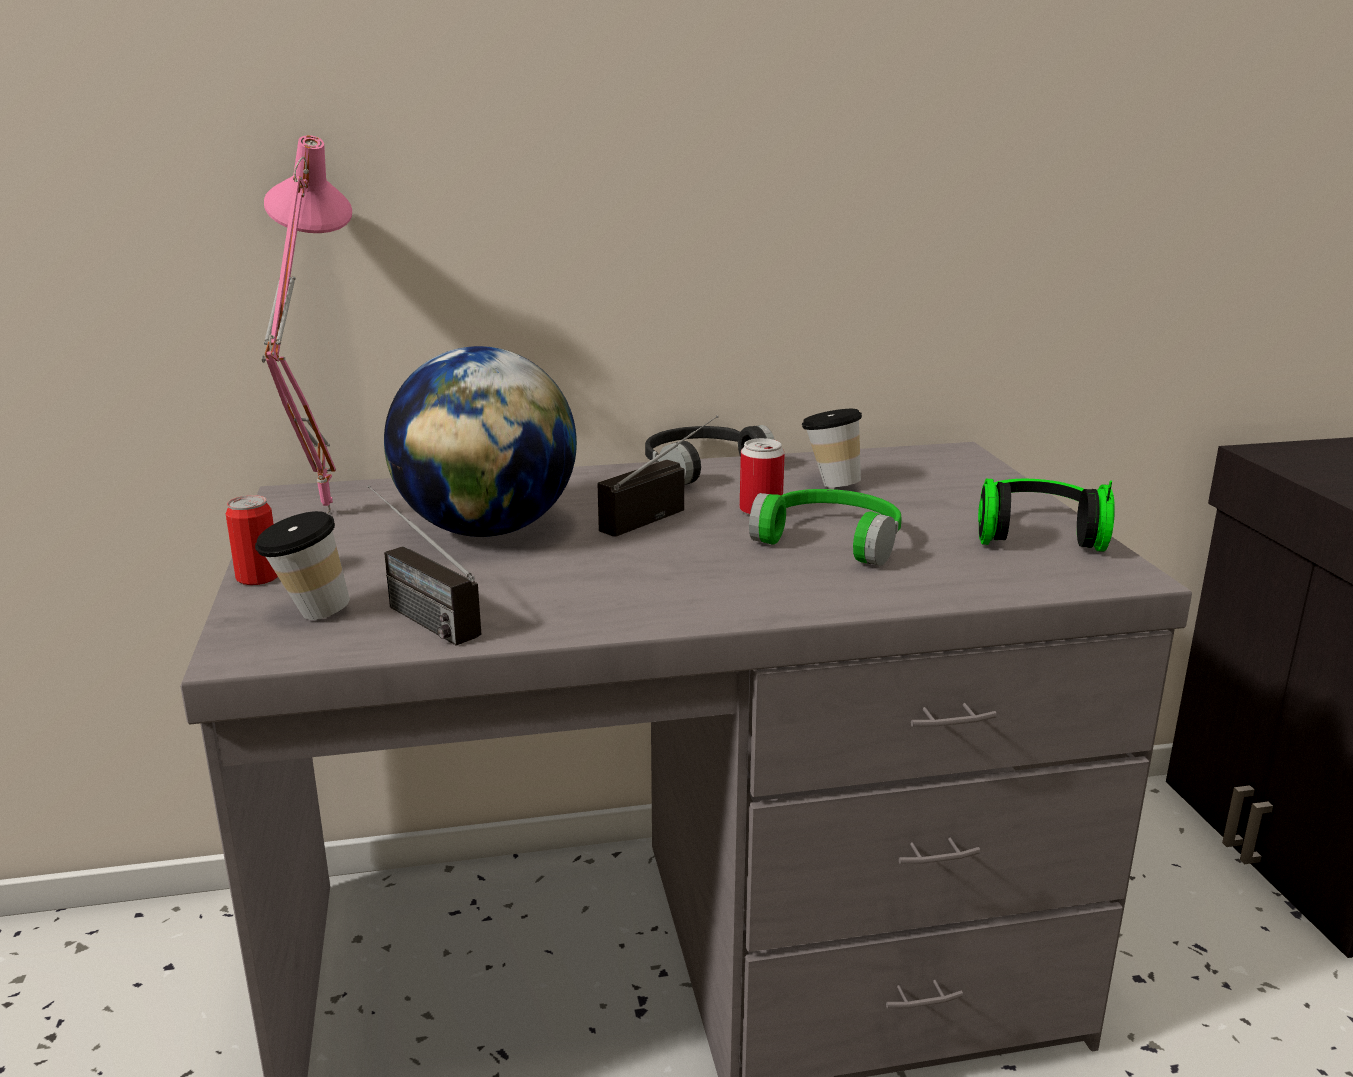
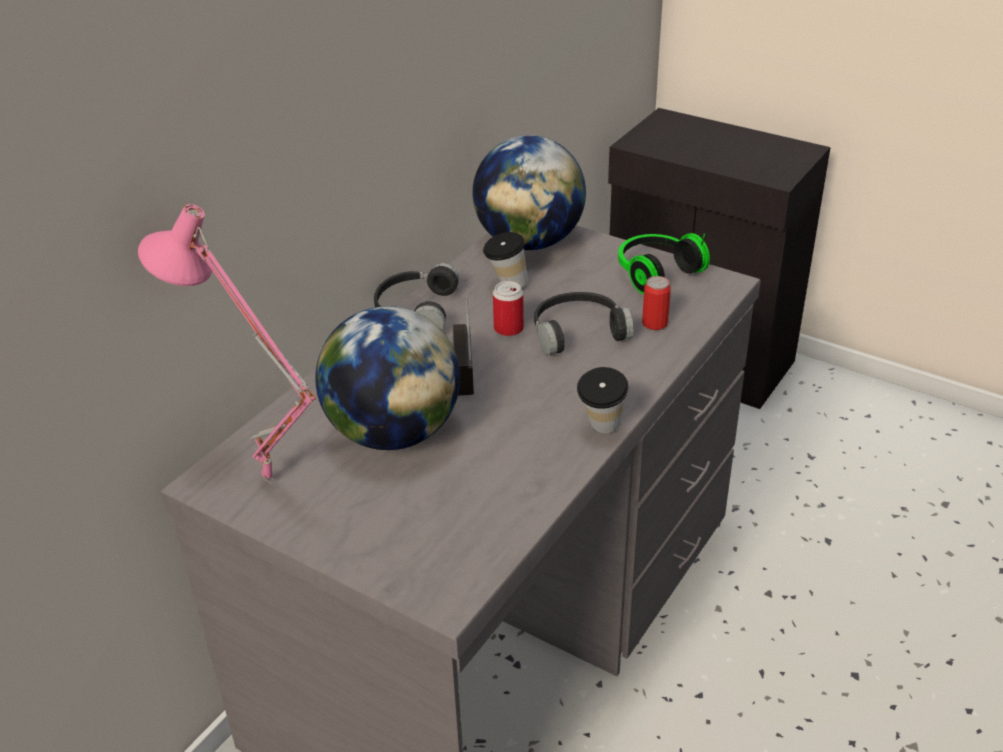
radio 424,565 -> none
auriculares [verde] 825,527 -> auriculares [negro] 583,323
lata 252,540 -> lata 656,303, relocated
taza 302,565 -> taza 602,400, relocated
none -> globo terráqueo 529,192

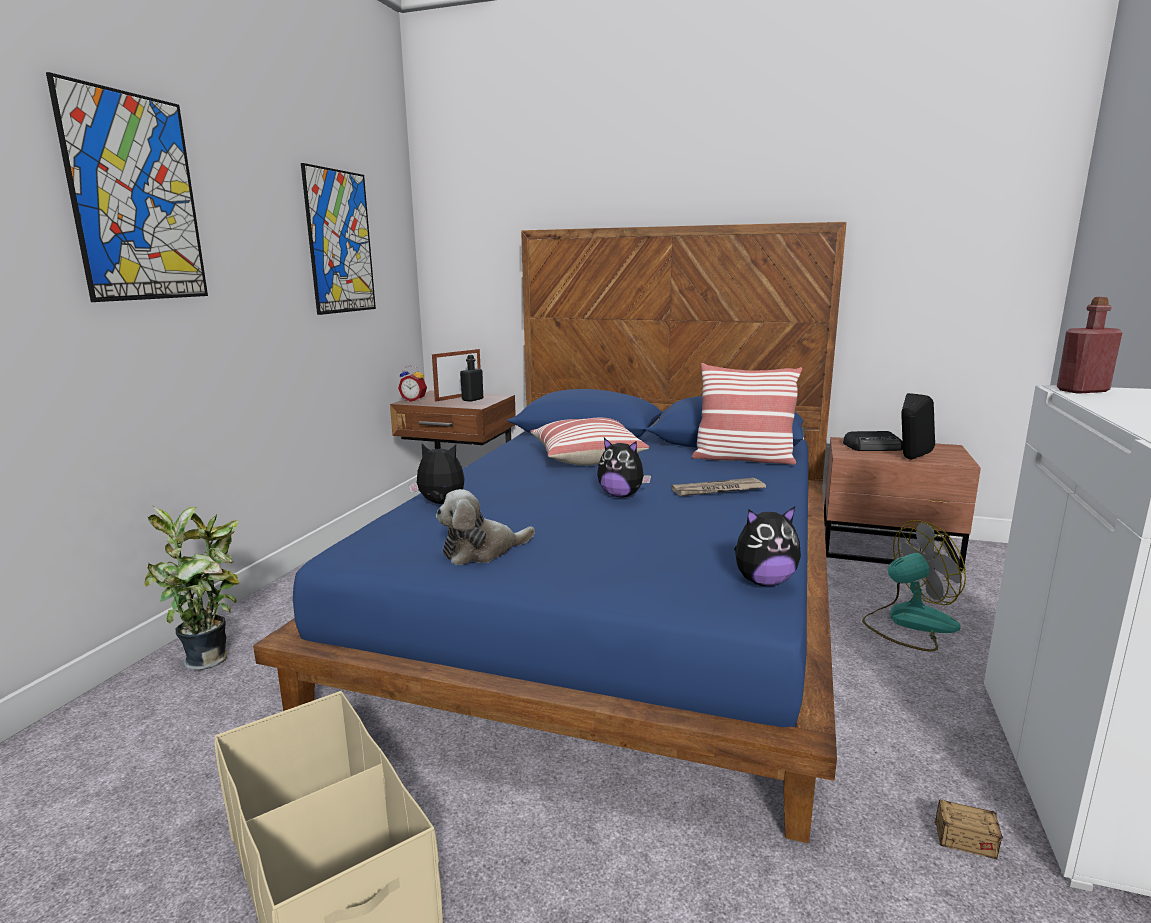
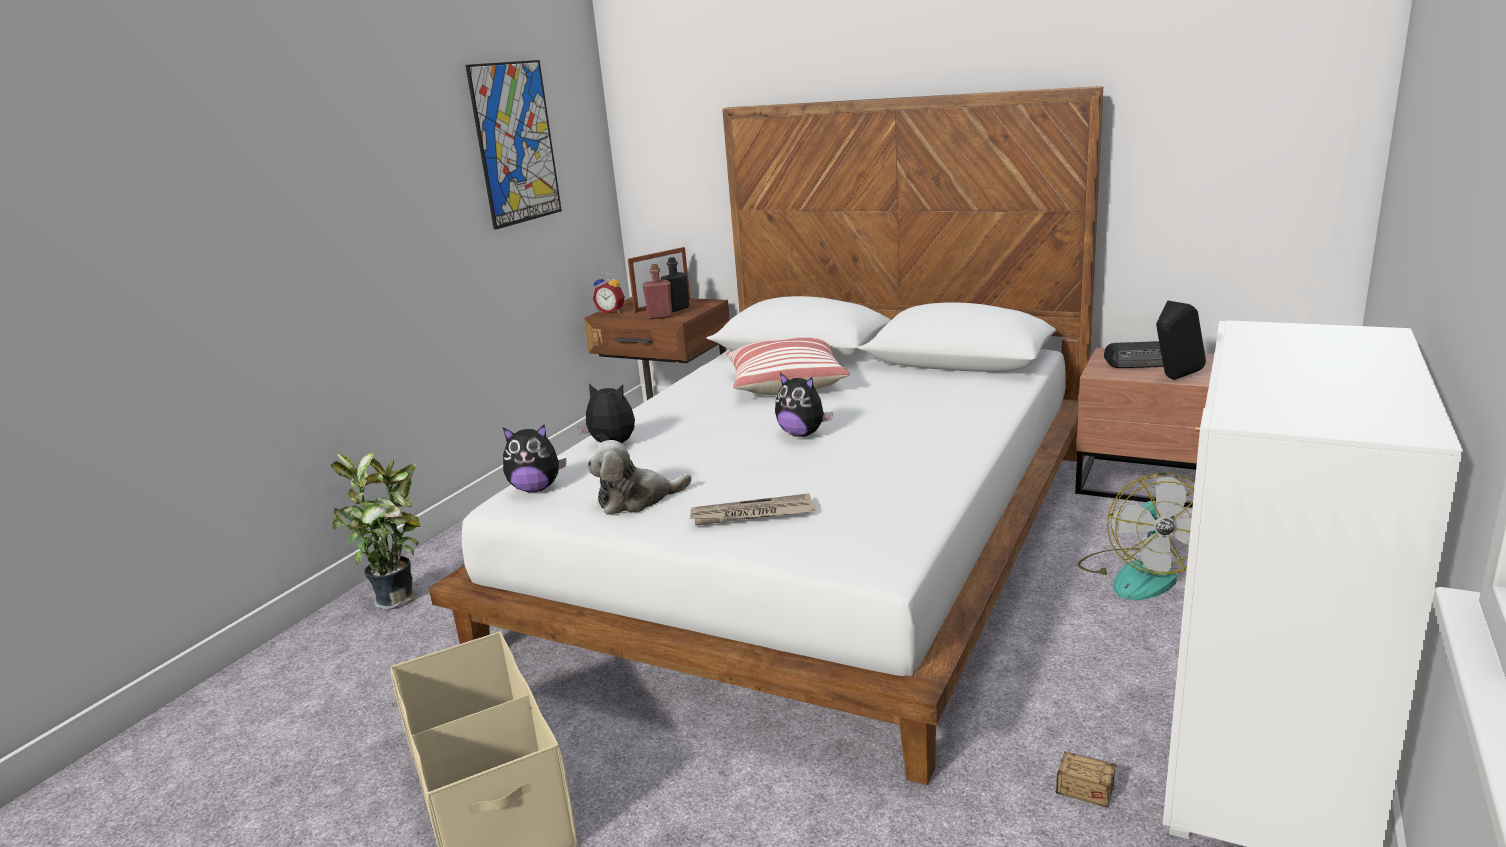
cuadro 127,187 -> none
cama [azul] 550,532 -> cama [blanco] 766,435
botella [rojo] 1089,345 -> botella [rojo] 657,291, relocated
cojín 747,414 -> none
periódico 718,487 -> periódico 752,509, relocated
peluche 767,546 -> peluche 534,458, relocated
ventilador 914,586 -> ventilador 1136,536, 105 degrees clockwise

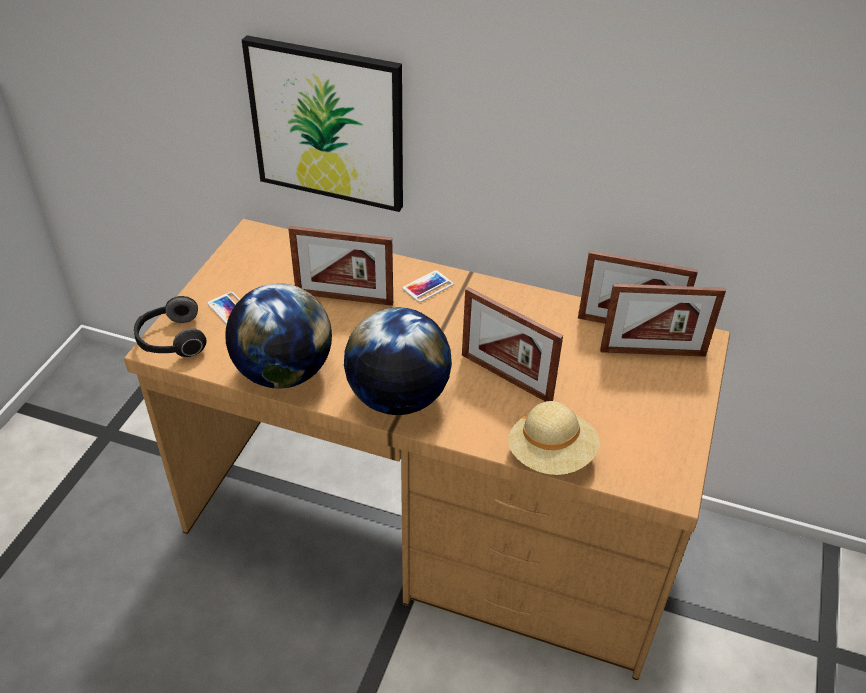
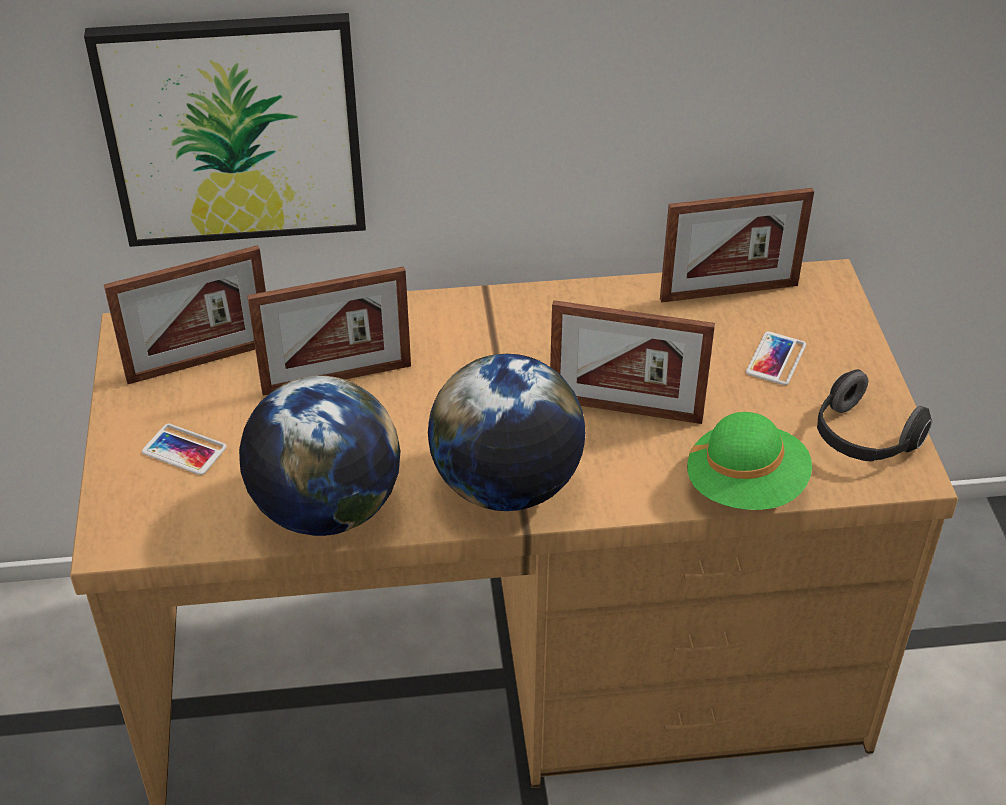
móvil 427,286 -> móvil 776,358, relocated
portarretratos 663,320 -> portarretratos 185,314, relocated
auriculares 170,326 -> auriculares 874,415, relocated
sombrero [beis] 554,438 -> sombrero [verde] 749,461

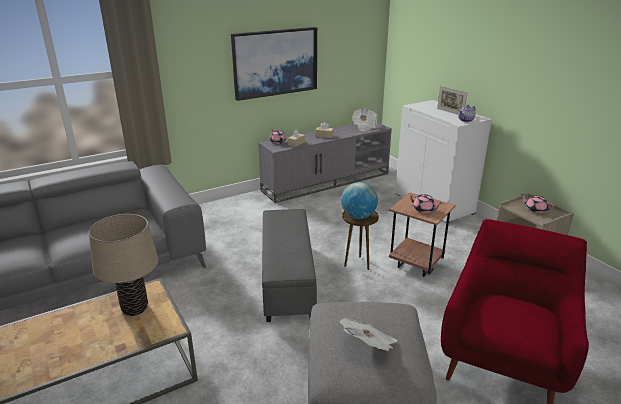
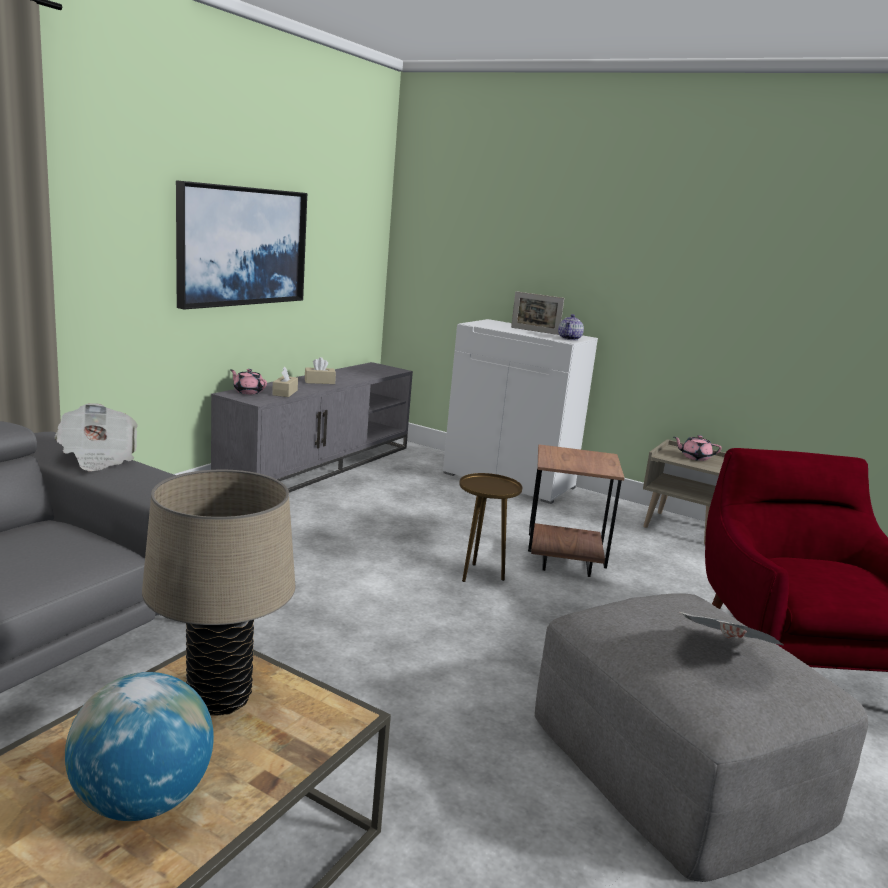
periódico 365,119 -> periódico 96,437, relocated
globo terráqueo 359,200 -> globo terráqueo 139,746, relocated
tetera [rosa] 426,203 -> none
puf [gris] 289,265 -> none

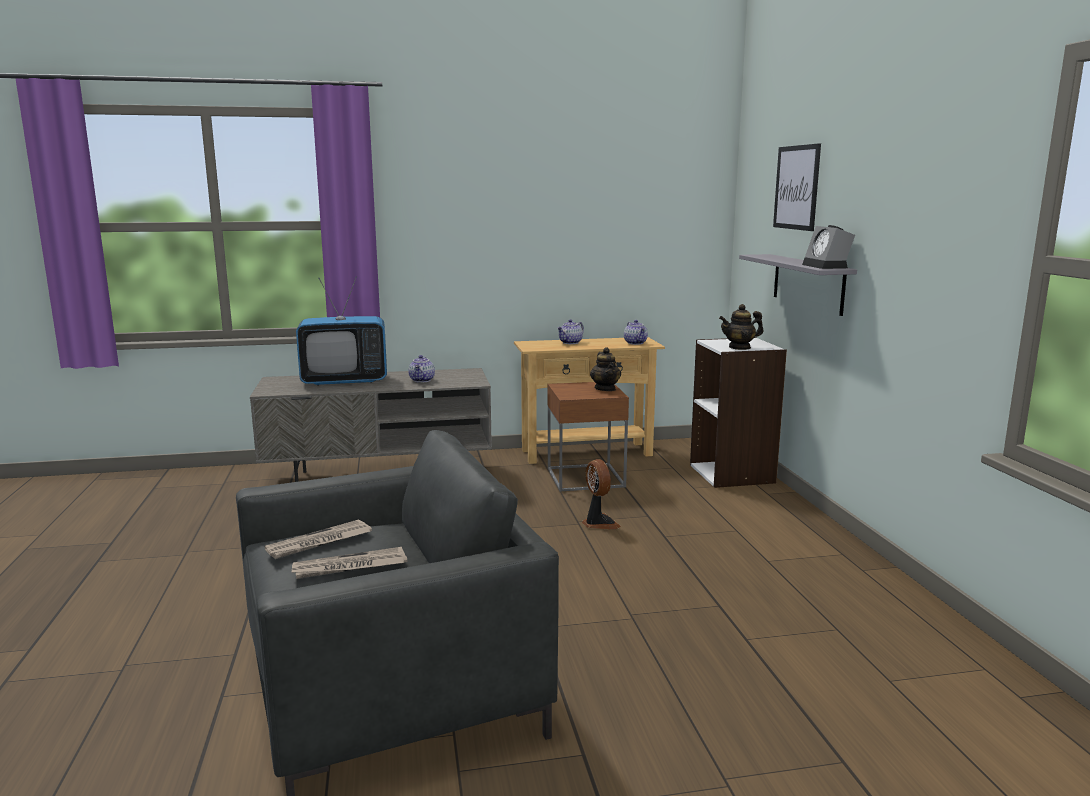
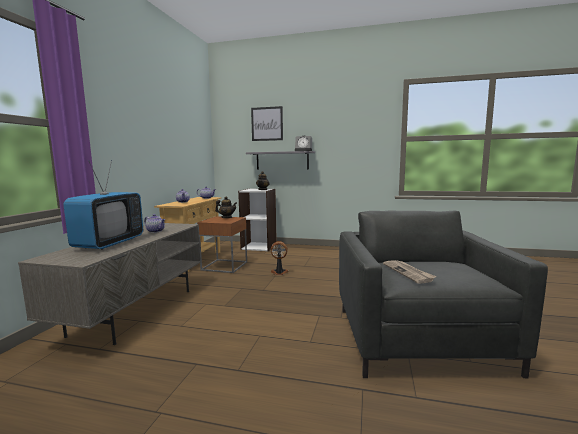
periódico 349,563 -> none

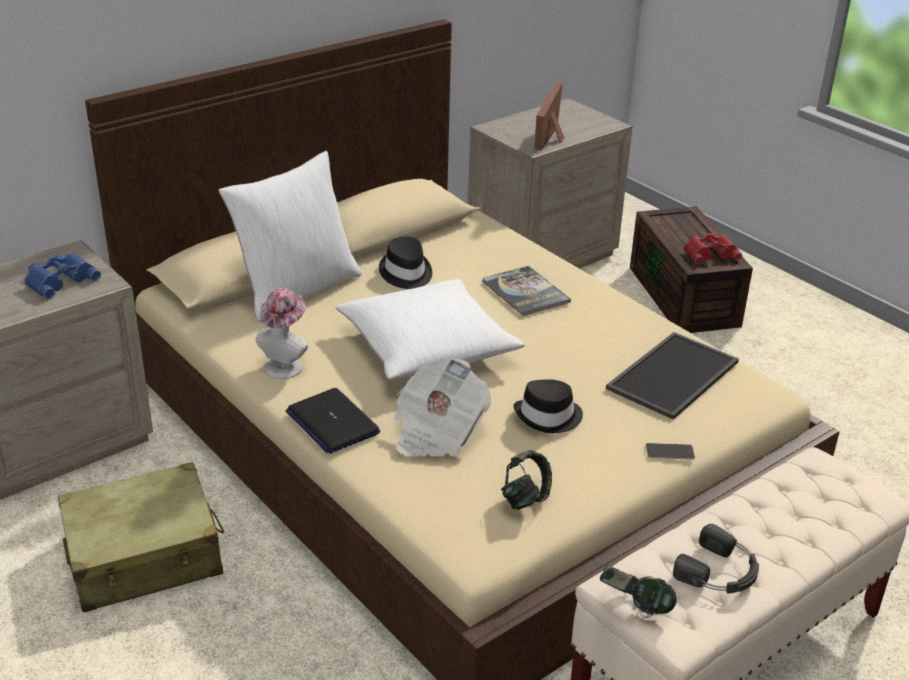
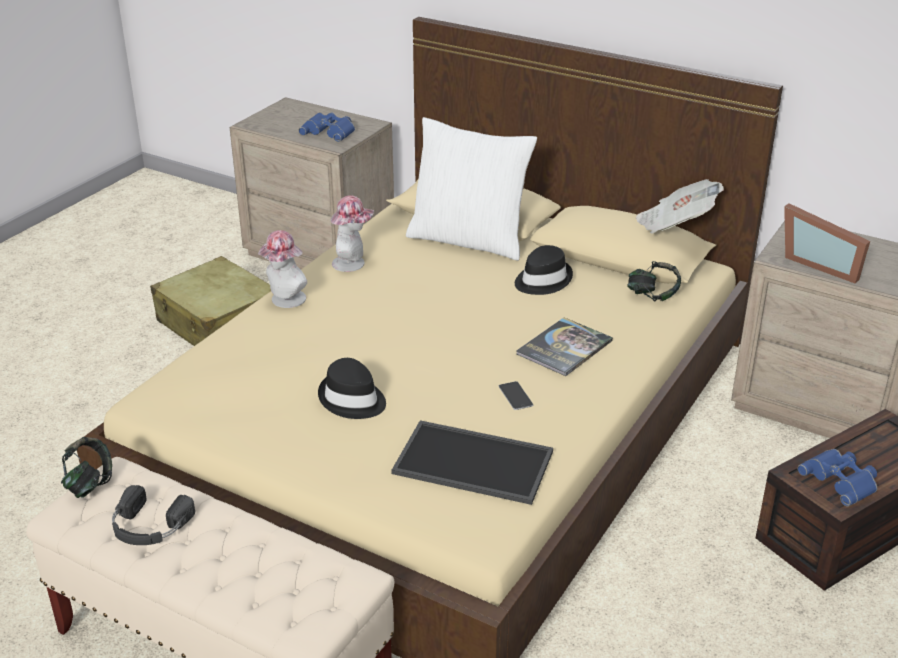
portarretratos 549,116 -> portarretratos 827,243, 135 degrees counterclockwise
prismáticos [rojo] 713,248 -> prismáticos [azul] 837,477
cojín [blanco] 430,329 -> none
periódico 442,407 -> periódico 680,206, relocated
portátil 333,421 -> sombrero 282,269
móvil 670,451 -> móvil 515,395, relocated
auriculares 526,480 -> auriculares 654,281, relocated

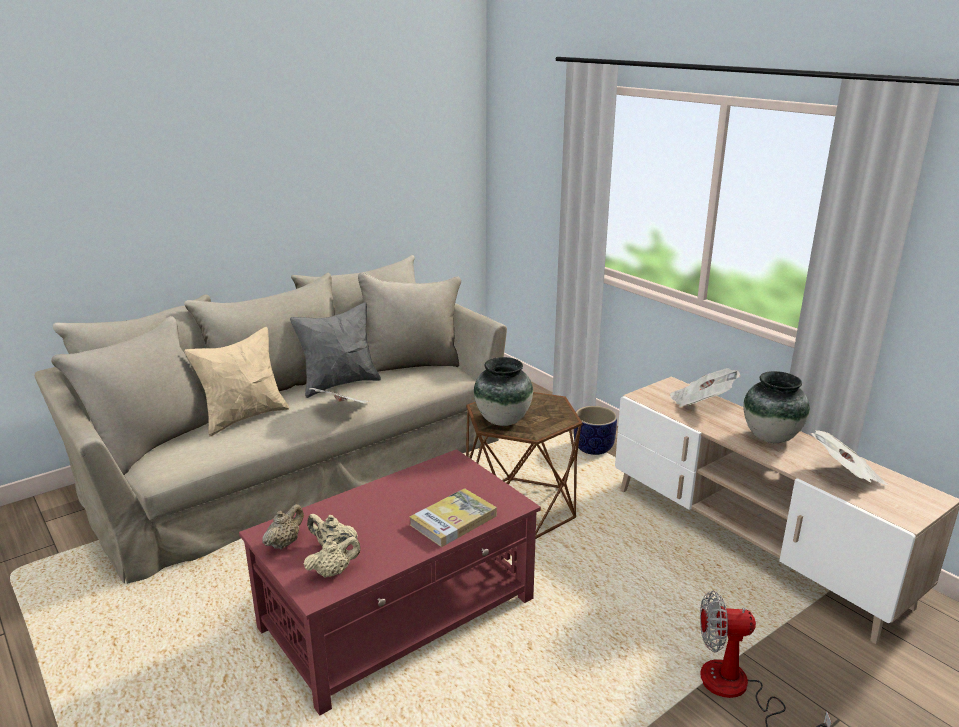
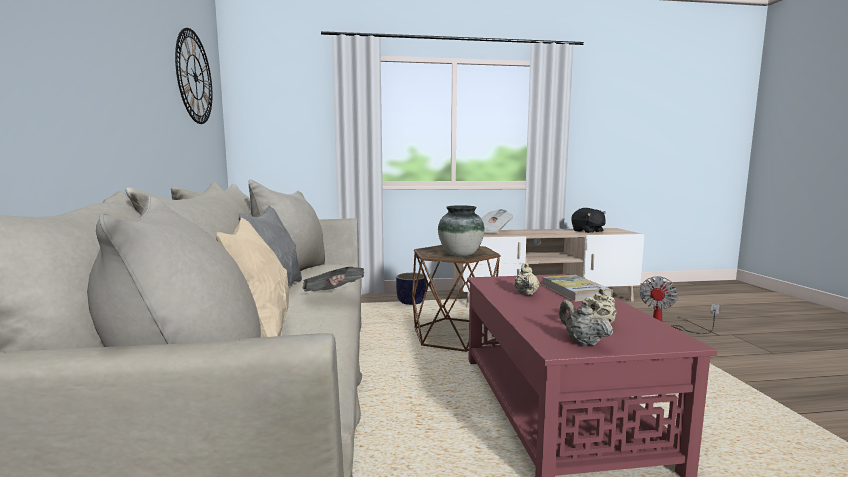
florero 776,407 -> none
periódico 849,457 -> peluche [negro] 588,220
tetera [beis] 332,557 -> tetera [beis] 526,279, relocated
none -> reloj de pared 193,76

